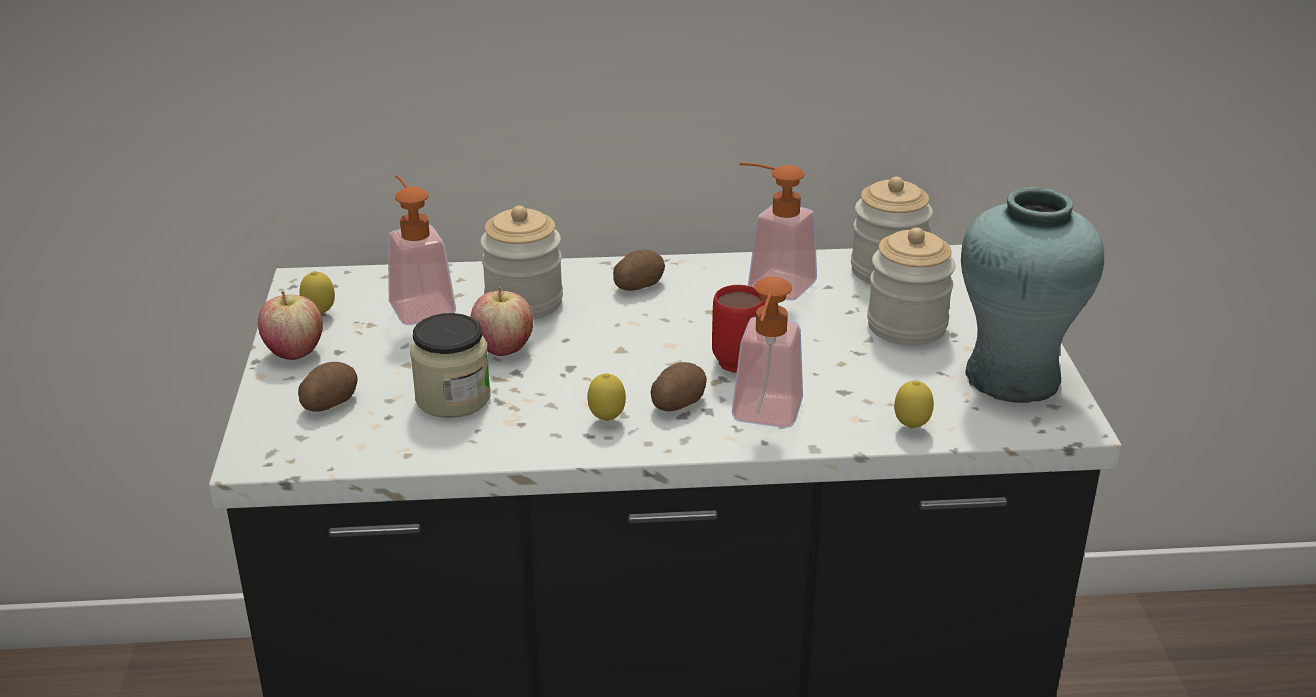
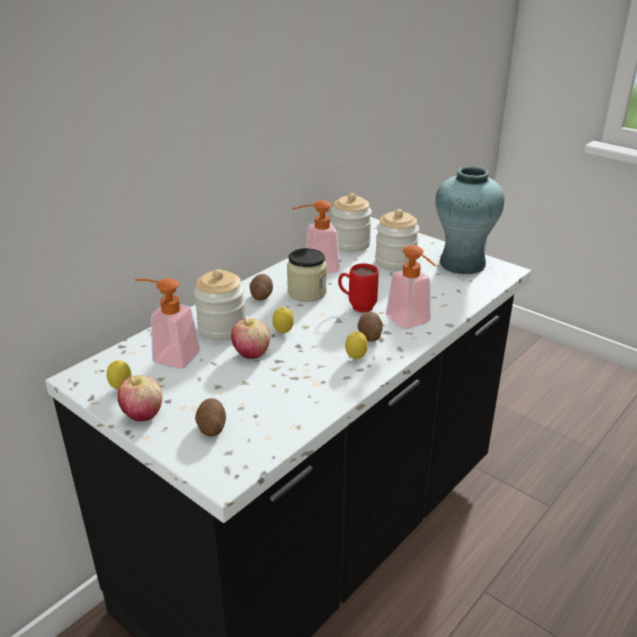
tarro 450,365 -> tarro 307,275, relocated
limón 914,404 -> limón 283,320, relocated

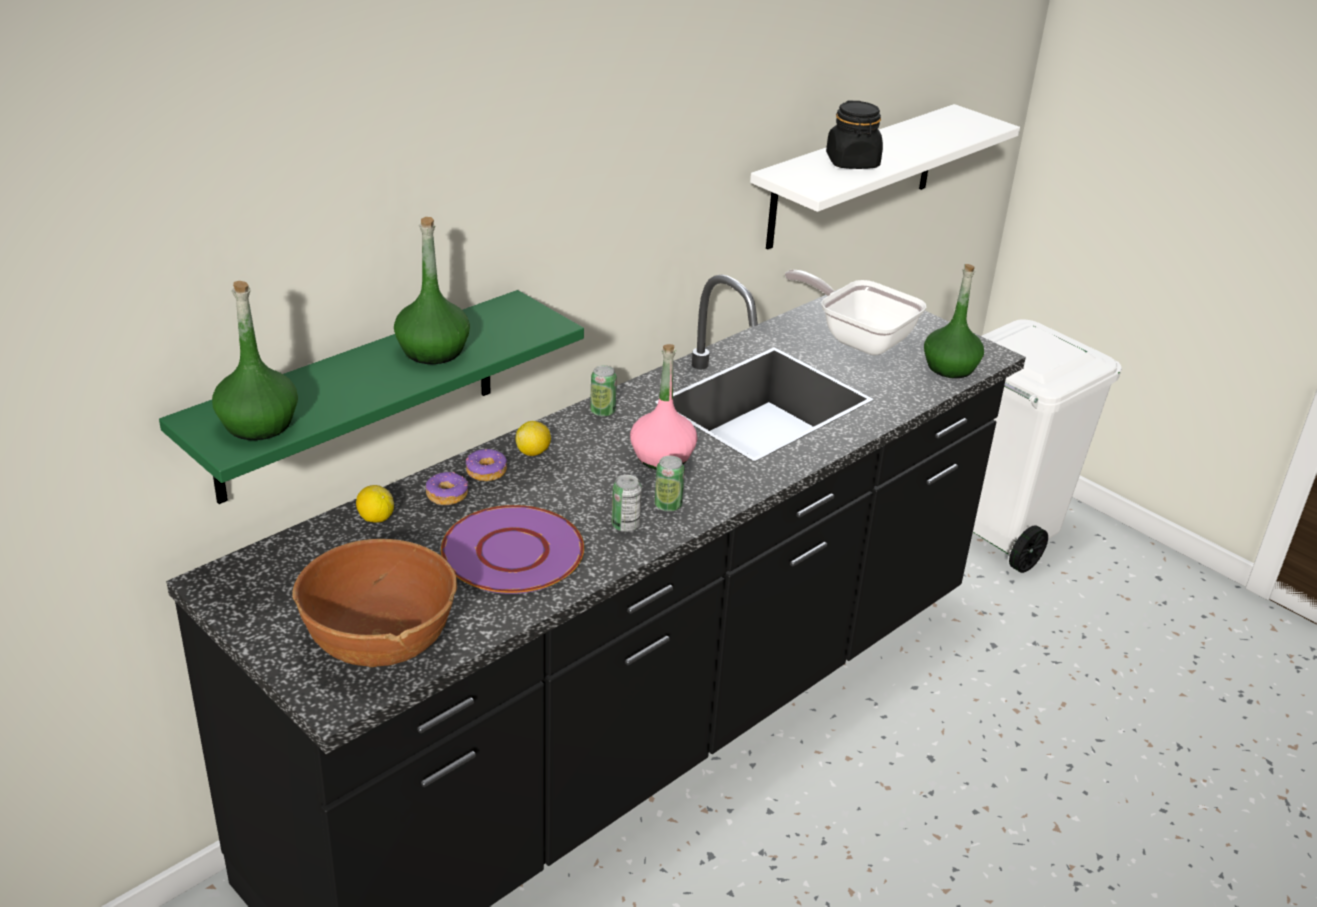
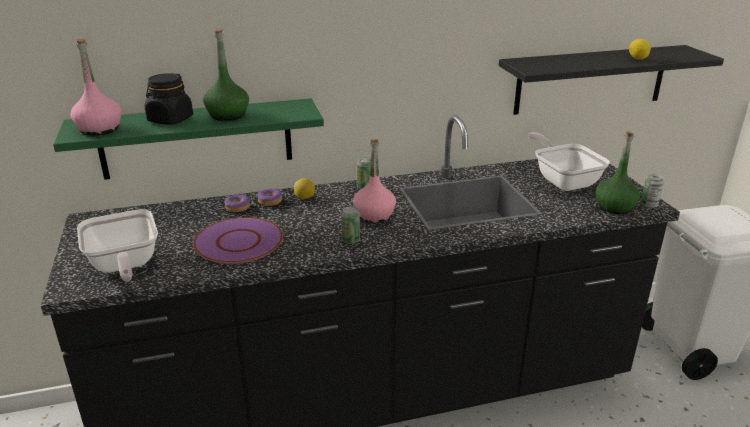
tarro [negro] 854,135 -> tarro [negro] 169,99, relocated
estante [blanco] 885,176 -> estante [negro] 611,80
botella [verde] 255,360 -> botella [rosa] 96,87
lata 627,503 -> lata 652,191, relocated
limón 375,504 -> limón 640,49, relocated
cuenco [marrón] 374,603 -> sartén 117,245

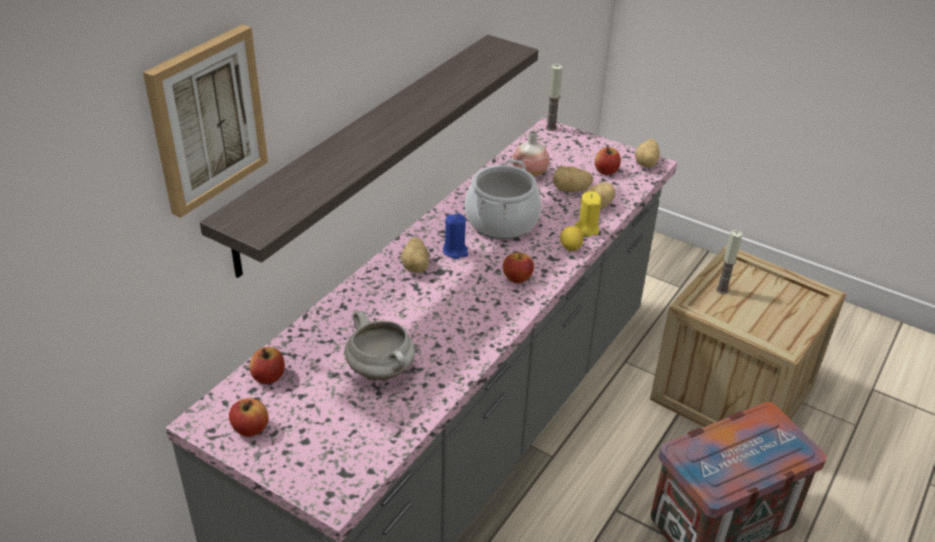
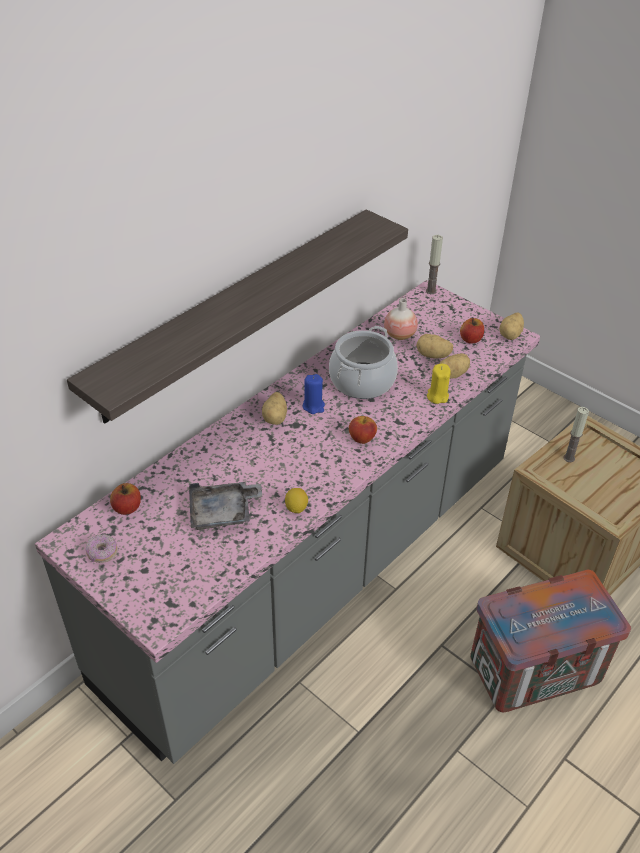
cuadro 205,121 -> none
limón 571,238 -> limón 296,500, relocated
olla [blanco] 379,345 -> bandeja [gris] 226,505
manzana 249,417 -> rosquilla 102,548

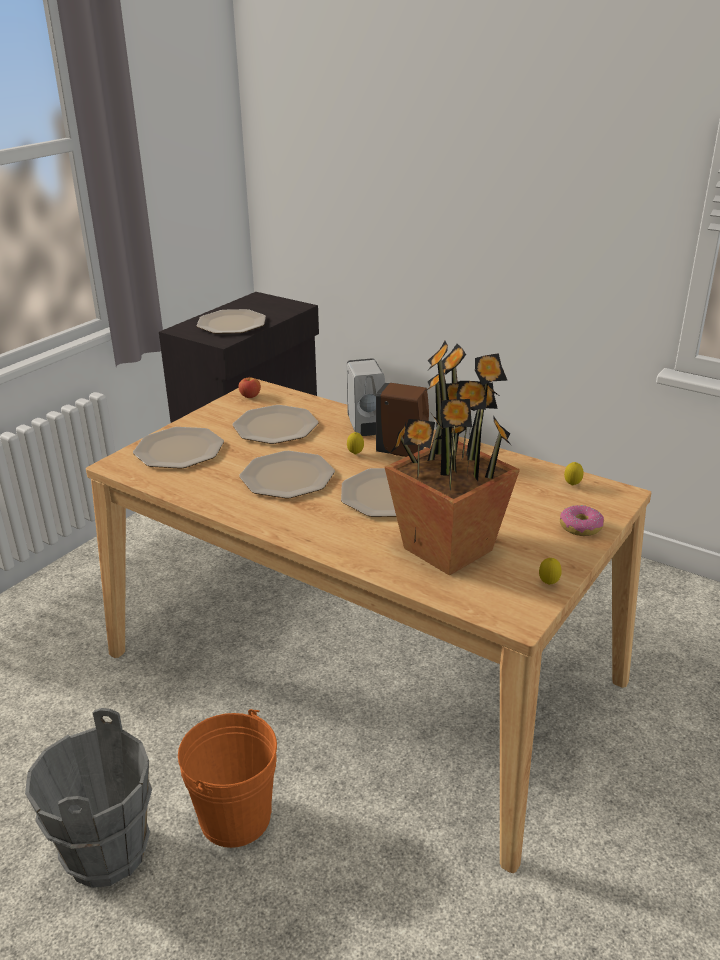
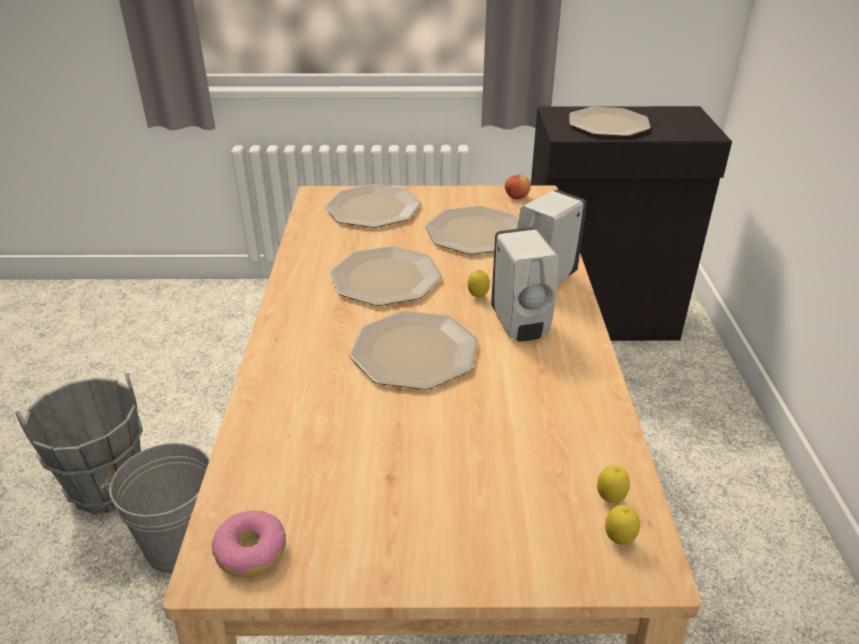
planta en maceta 452,458 -> none
dispensador de jabón [marrón] 402,420 -> dispensador de jabón [blanco] 525,284
rosquilla 582,520 -> rosquilla 249,544, relocated
limón 550,571 -> limón 622,525, relocated
cubo [naranja] 227,778 -> cubo [gris] 155,508

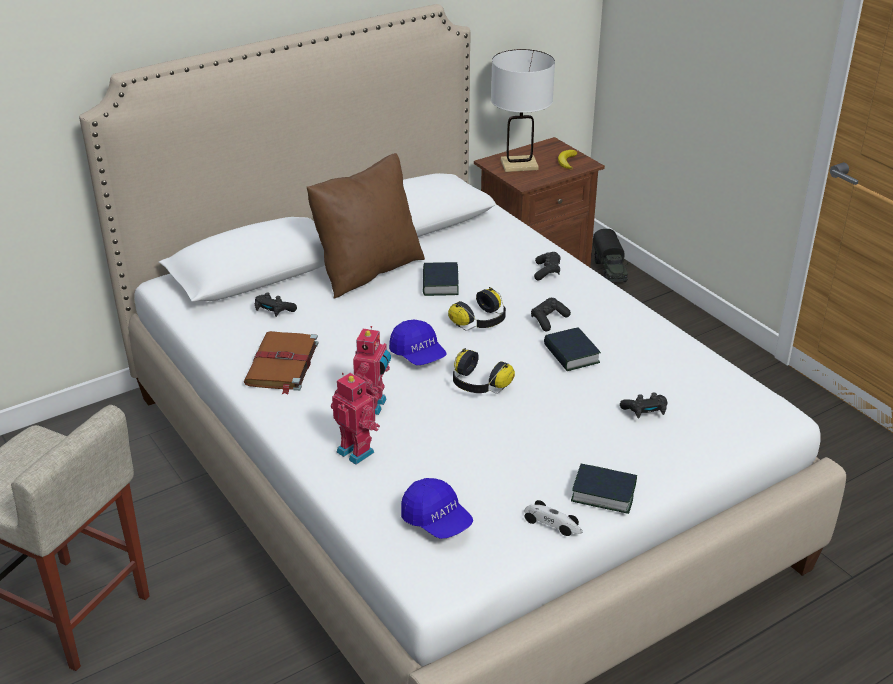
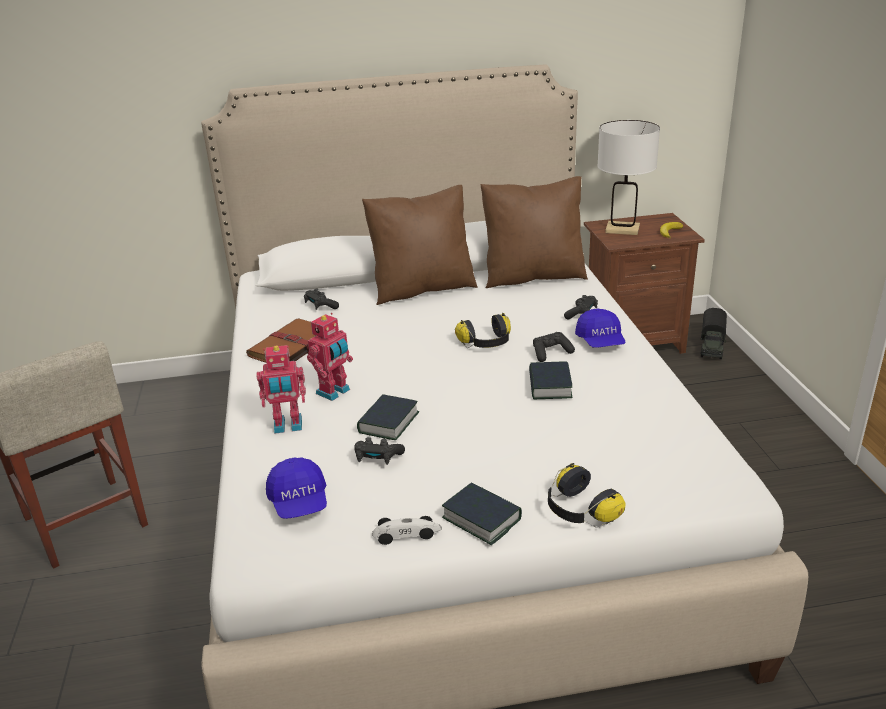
libro 441,279 -> libro 388,417, relocated
gorra [azul] 418,342 -> gorra [azul] 600,328, relocated
auriculares 484,371 -> auriculares 586,495, relocated
robot de juguete 355,419 -> robot de juguete 281,389, 105 degrees clockwise
mando de consola [negro] 643,405 -> mando de consola [negro] 379,451, relocated
coche de juguete 553,518 -> coche de juguete 407,530, 60 degrees counterclockwise
none -> cojín [marrón] 534,232

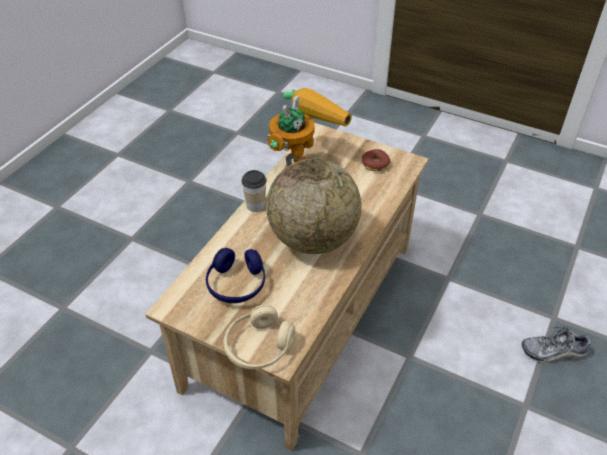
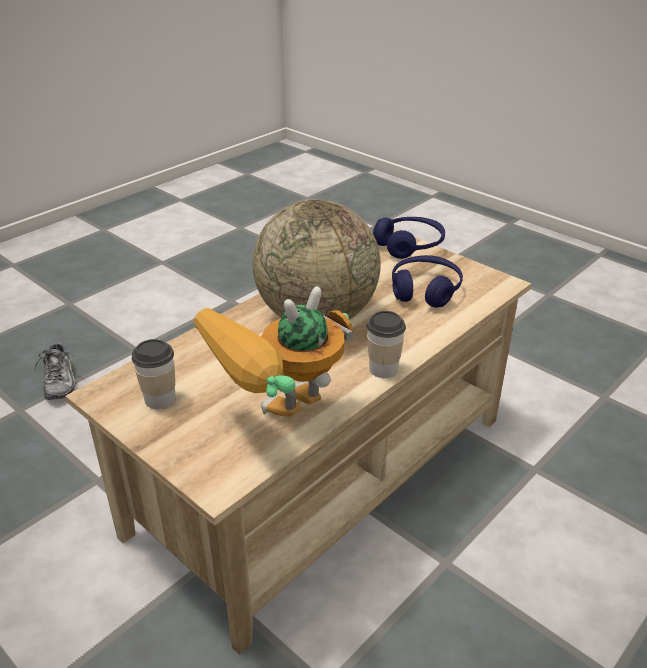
rosquilla 376,160 -> taza 154,374
auriculares [beis] 259,337 -> auriculares [azul] 409,238
zapato 556,344 -> zapato 55,370, 60 degrees clockwise

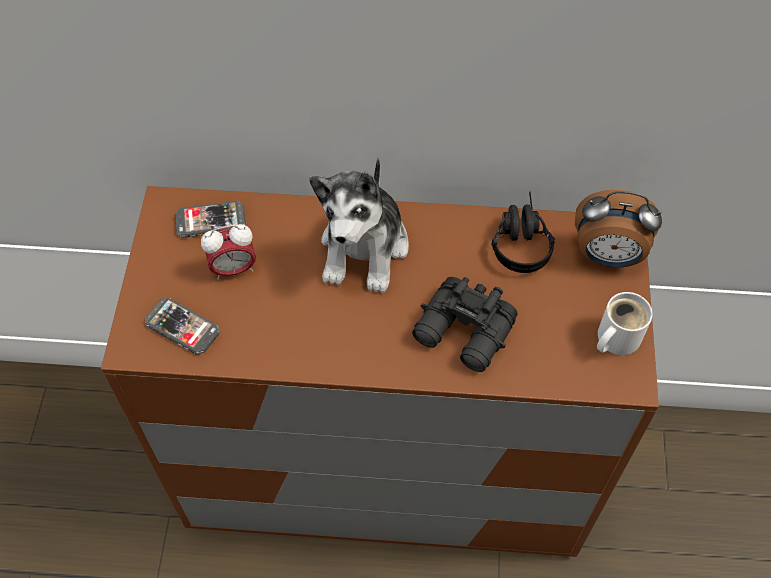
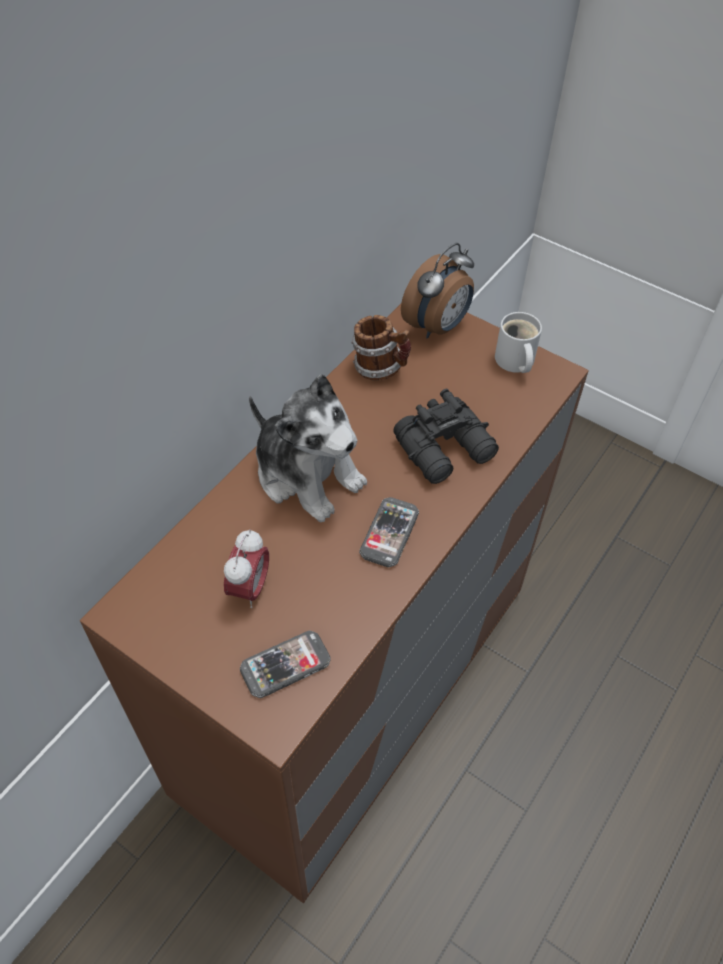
auriculares [negro] 523,232 -> taza grande 381,347
móvil 210,219 -> móvil 389,532, relocated

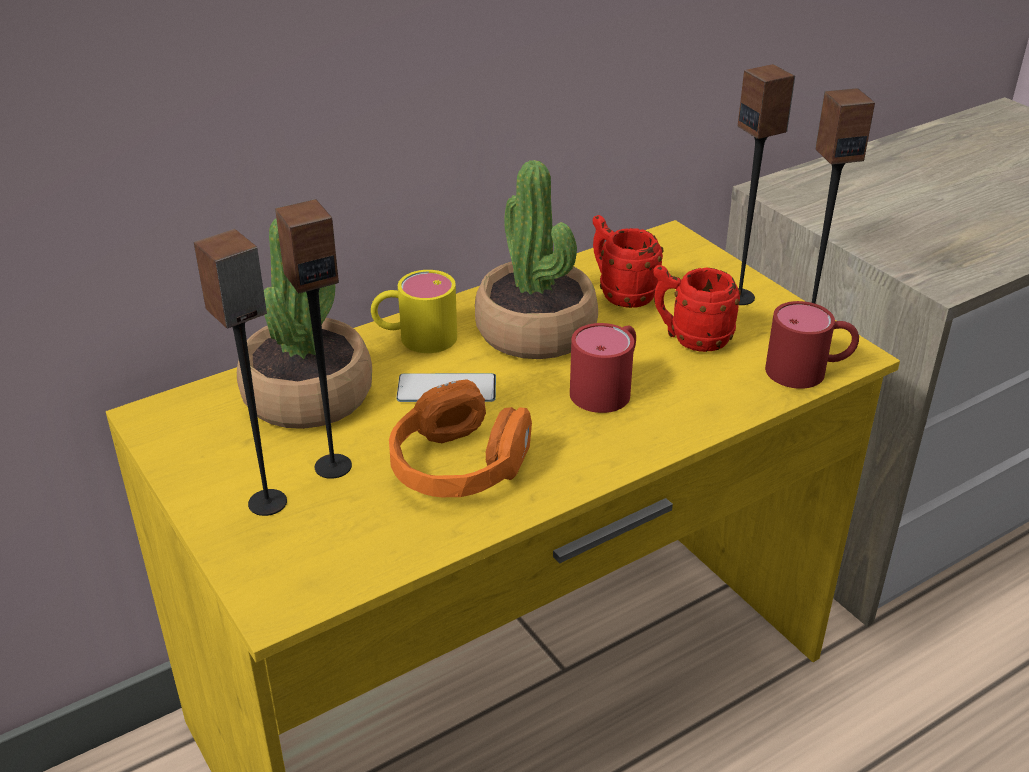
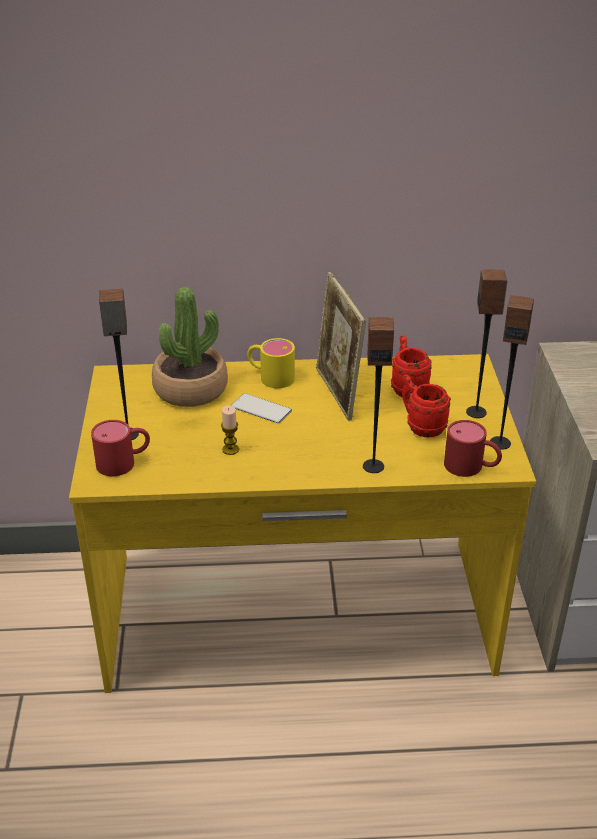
planta en maceta 536,259 -> portarretratos 341,346
altavoz 313,339 -> altavoz 378,395, relocated
taza grande [rojo] 603,368 -> taza grande [rojo] 120,448, relocated
auriculares [naranja] 460,438 -> vela 230,430

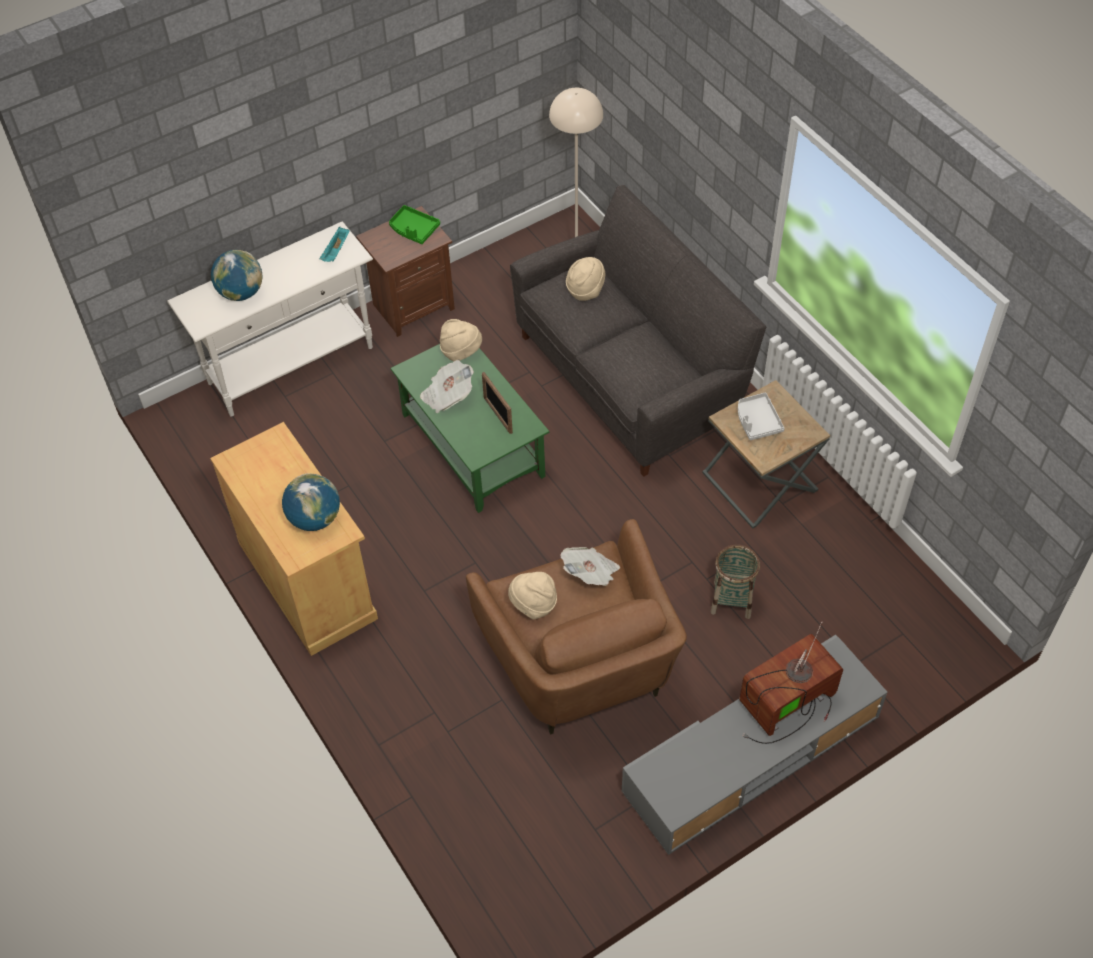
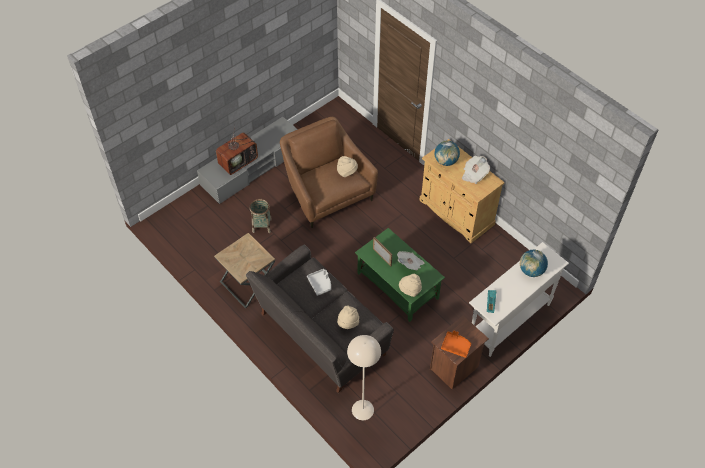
bandeja [verde] 414,224 -> bandeja [naranja] 456,344
bandeja [gris] 761,416 -> bandeja [gris] 319,282, relocated
periódico 590,566 -> periódico 476,170, relocated

